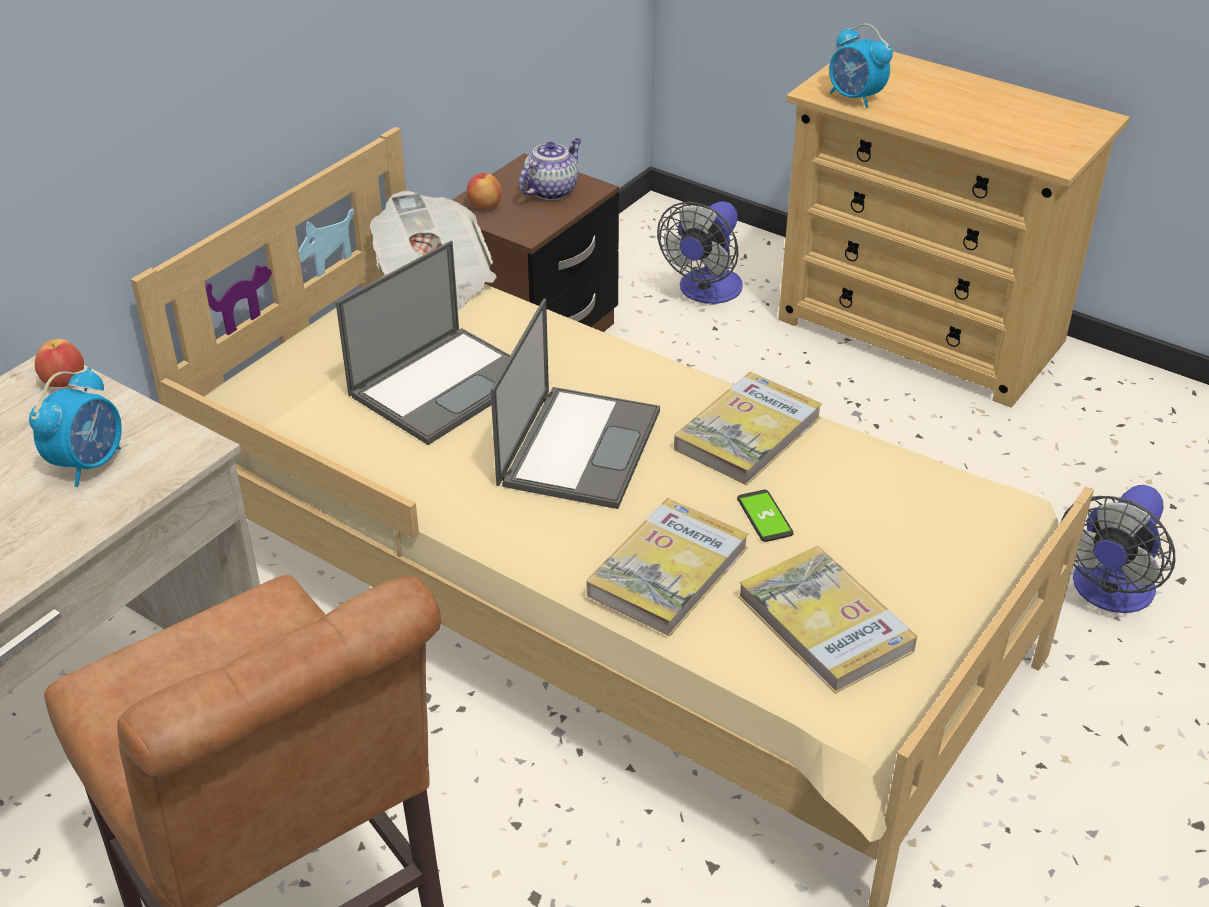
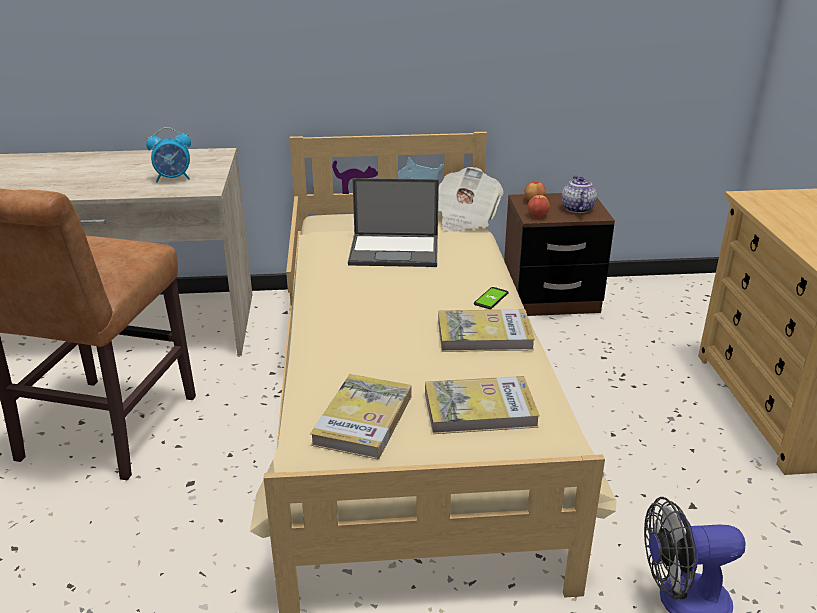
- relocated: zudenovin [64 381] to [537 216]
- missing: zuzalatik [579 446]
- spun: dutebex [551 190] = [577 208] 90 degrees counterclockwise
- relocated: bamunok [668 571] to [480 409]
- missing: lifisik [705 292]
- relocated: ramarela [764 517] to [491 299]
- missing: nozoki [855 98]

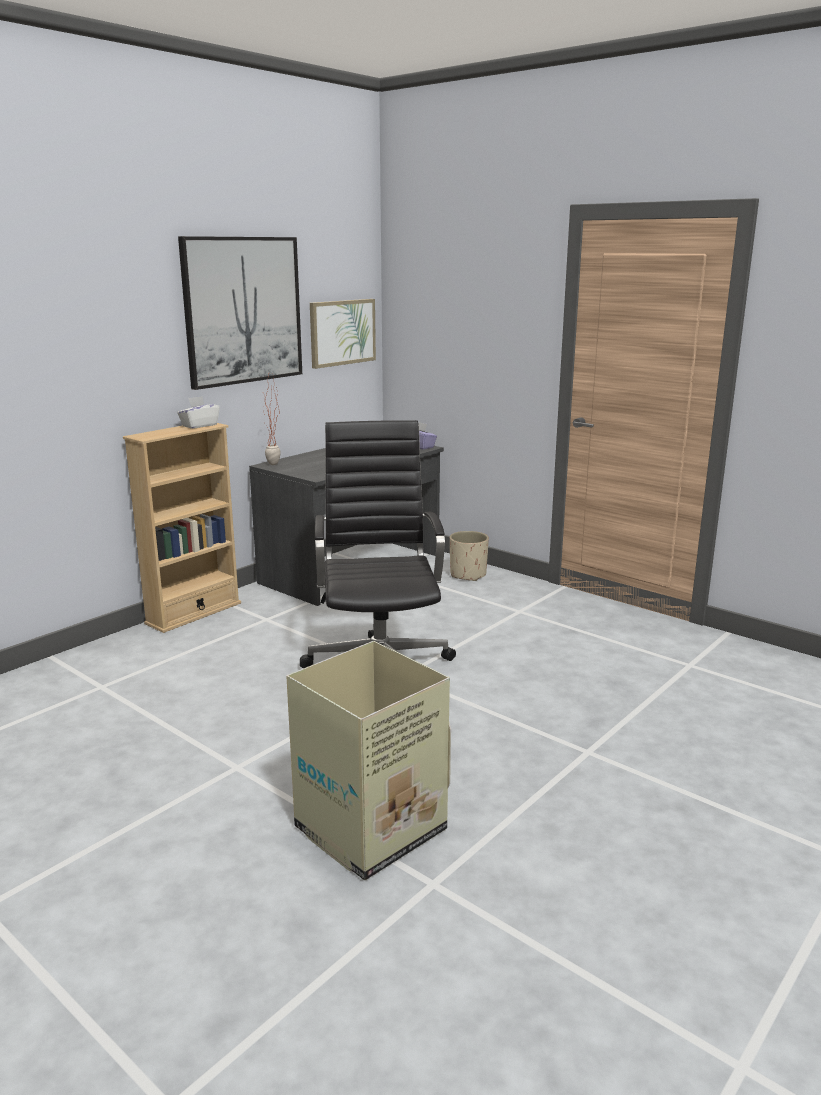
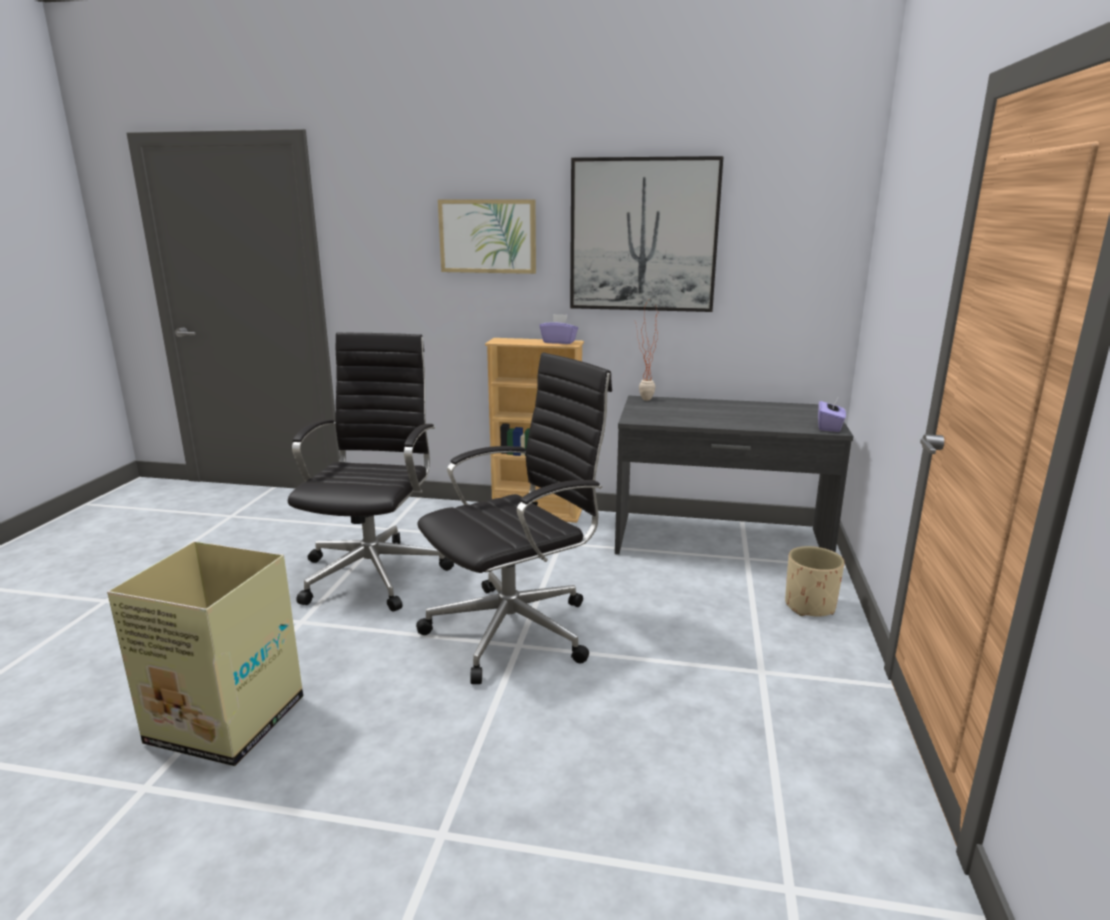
- colour: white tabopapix [199 425] to purple tabopapix [559 342]
- relocated: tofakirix [342 332] to [488 236]
- appeared: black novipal [375 572]

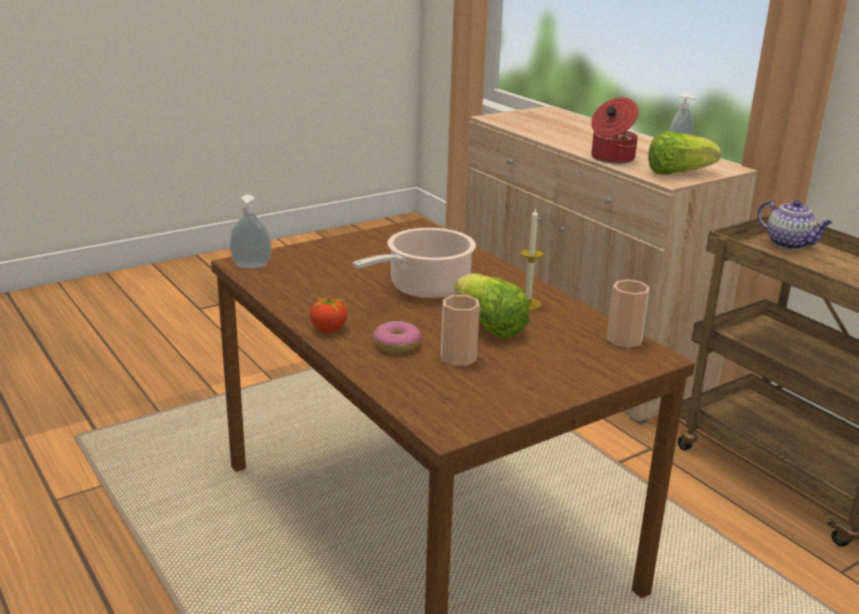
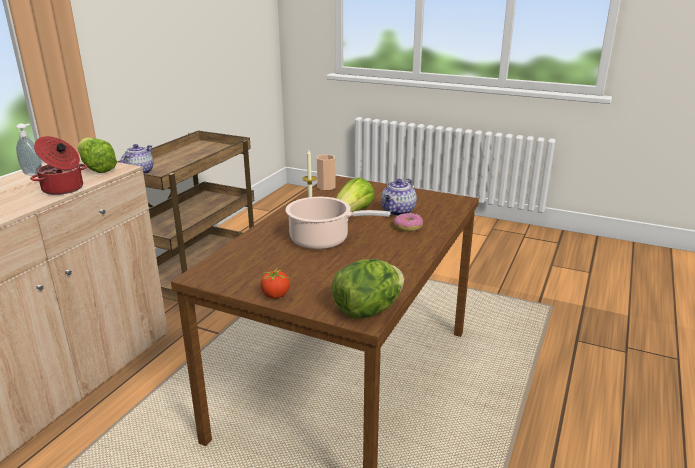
- exchanged: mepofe [251 267] to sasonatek [367 310]
- relocated: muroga [328 329] to [275 295]
- exchanged: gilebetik [458 357] to dutebex [398 212]

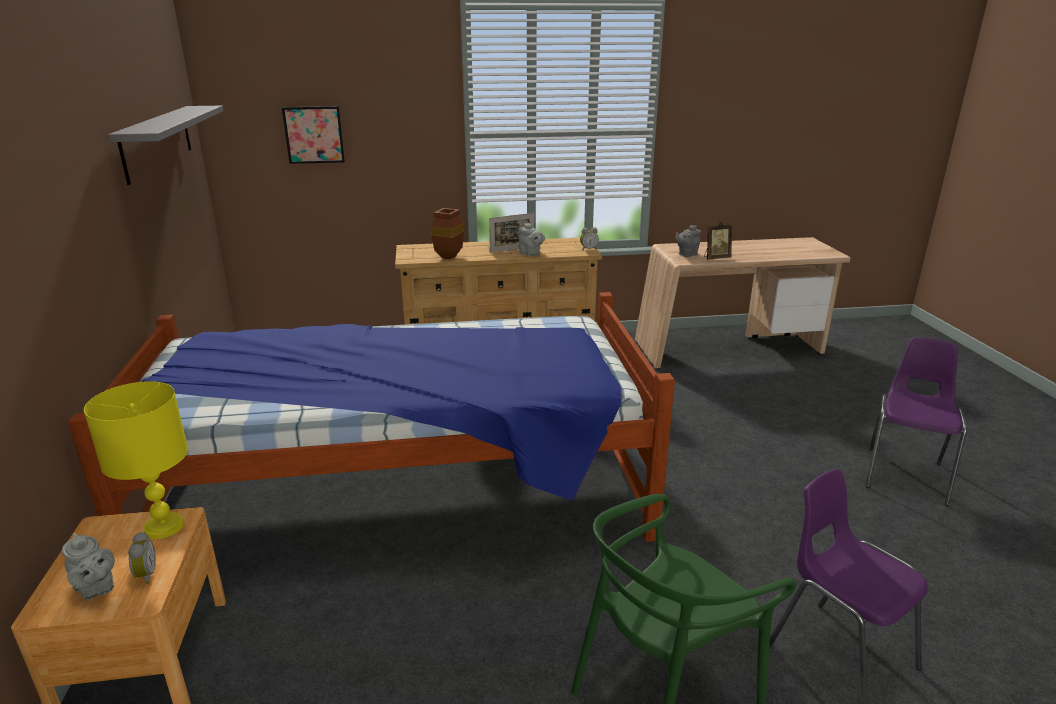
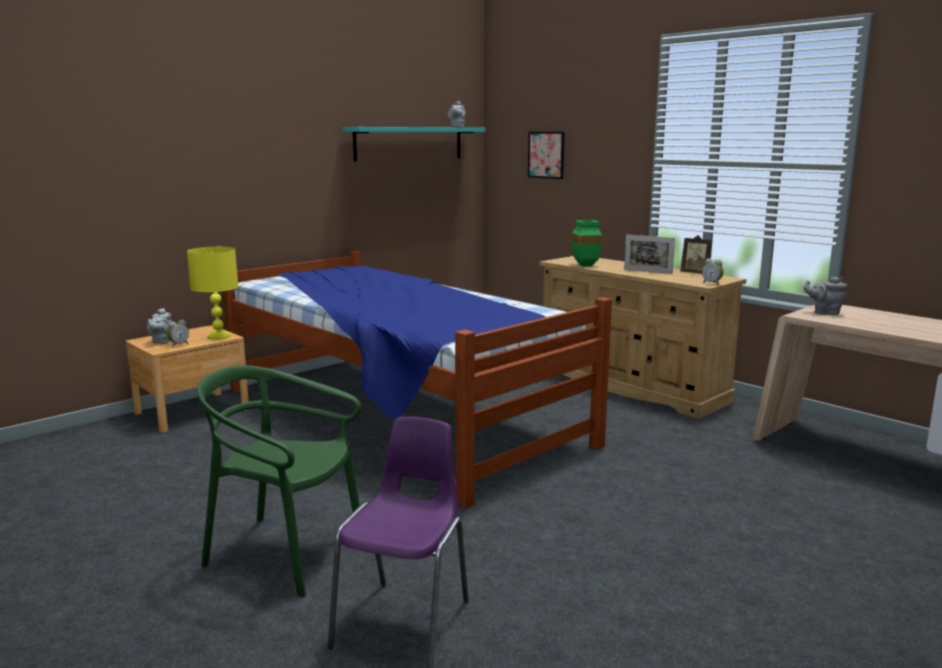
- colour: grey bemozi [157 141] to turquoise bemozi [409 143]
- colour: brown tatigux [449 258] to green tatigux [584 265]
- relocated: grey dutebex [531 254] to [457 127]
- relocated: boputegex [715 258] to [695 273]
- missing: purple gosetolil [905 474]

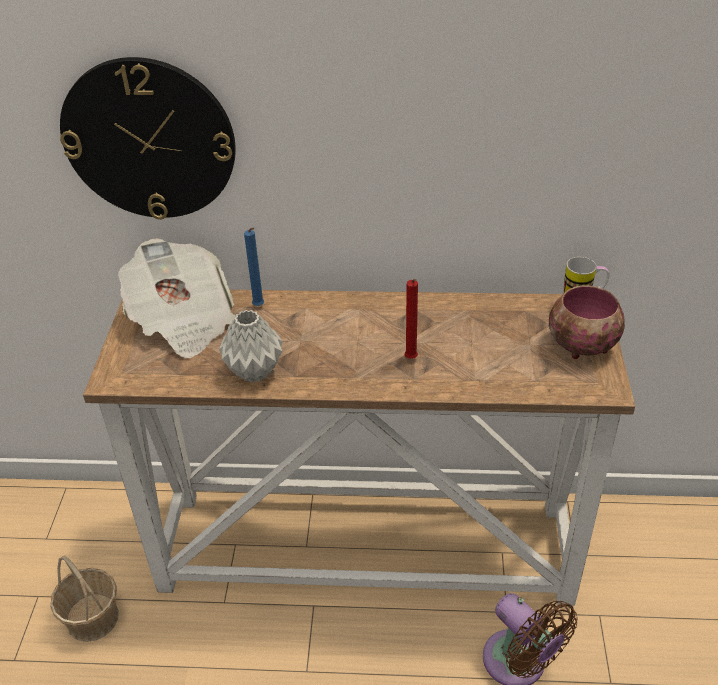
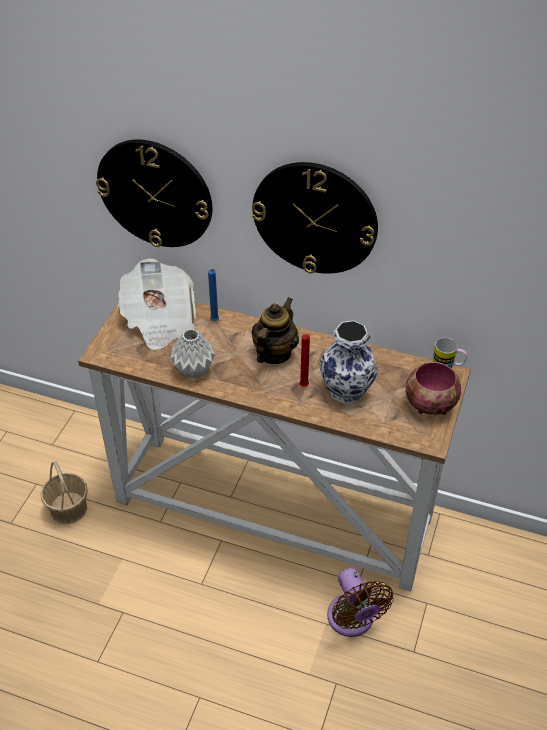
- appeared: dutebex [274 353]
- appeared: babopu [315 218]
- appeared: tatigux [347 390]

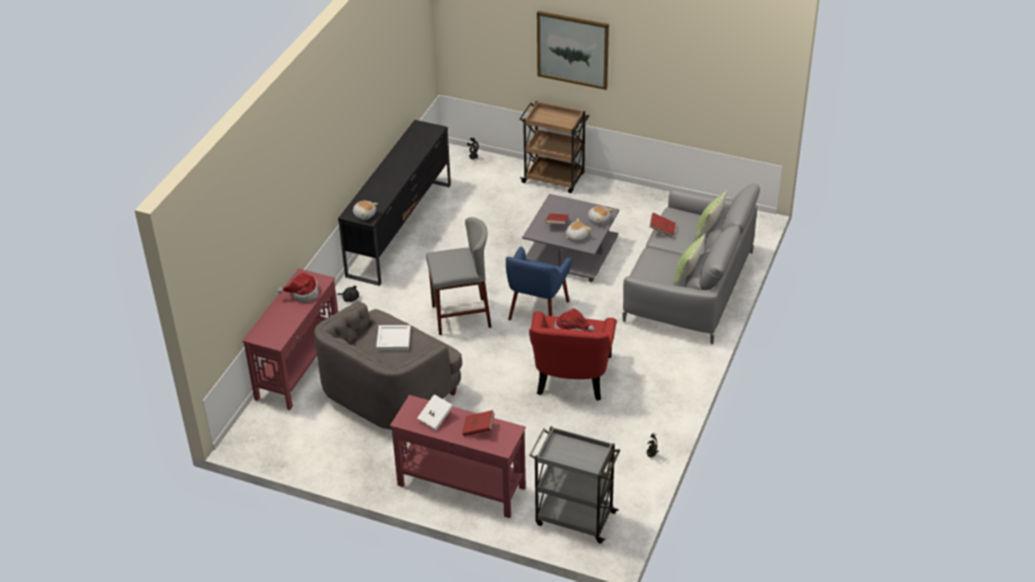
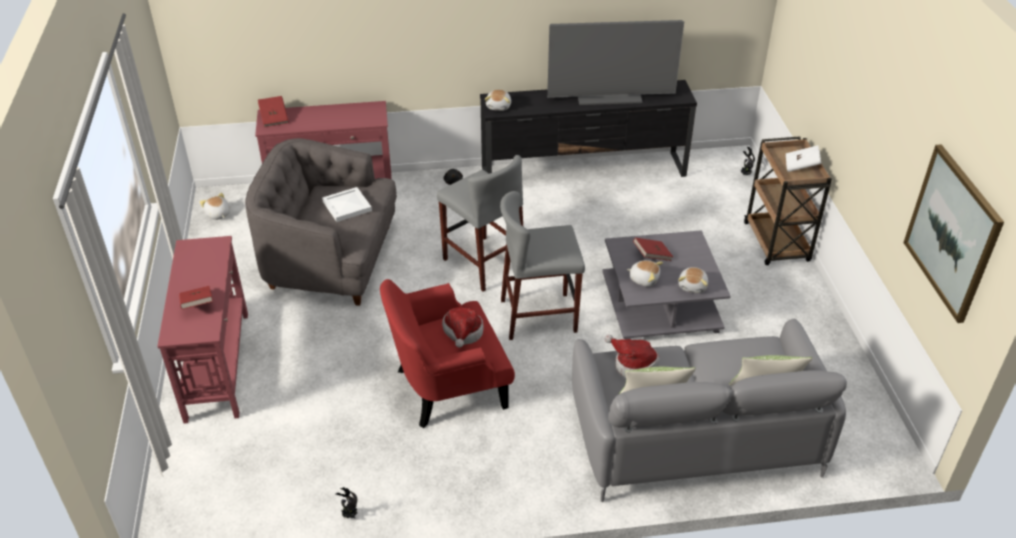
- relocated: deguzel [303 294] to [632 364]
- relocated: white bamunok [435 418] to [801 166]
- exchanged: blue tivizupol [537 310] to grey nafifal [538 316]
- missing: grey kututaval [574 518]
- relocated: tofakirix [573 49] to [952 232]
- relocated: red bamunok [662 230] to [274 118]
- appeared: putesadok [218 214]
- appeared: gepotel [609 95]

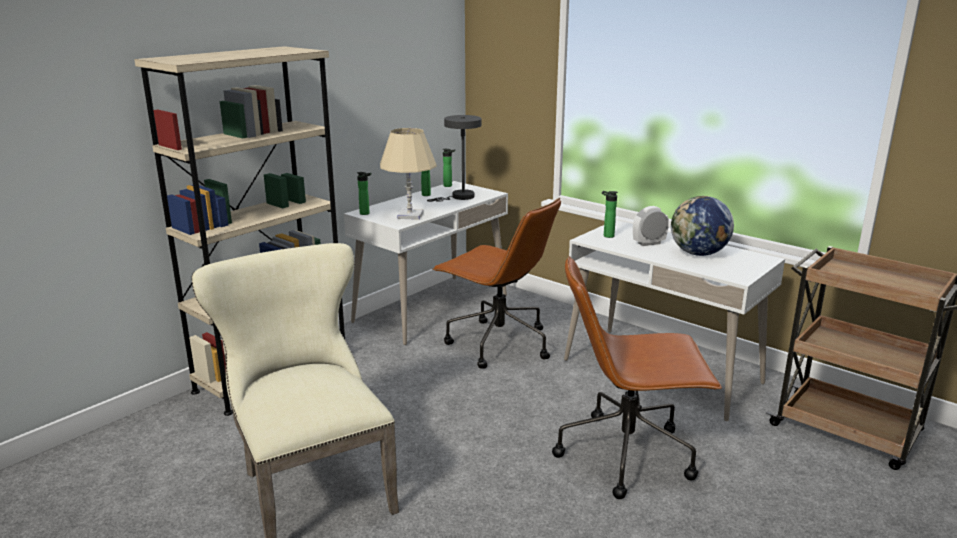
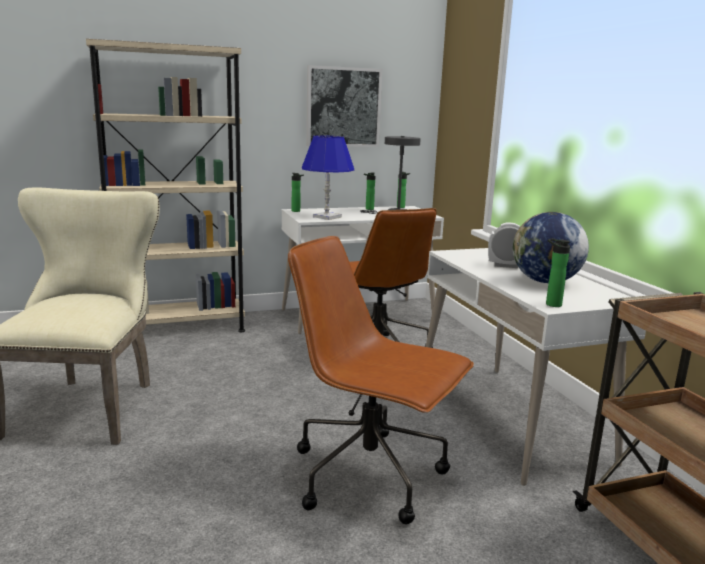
- colour: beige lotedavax [410 215] to blue lotedavax [327 217]
- relocated: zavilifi [607 236] to [551 304]
- appeared: tofakirix [343 107]

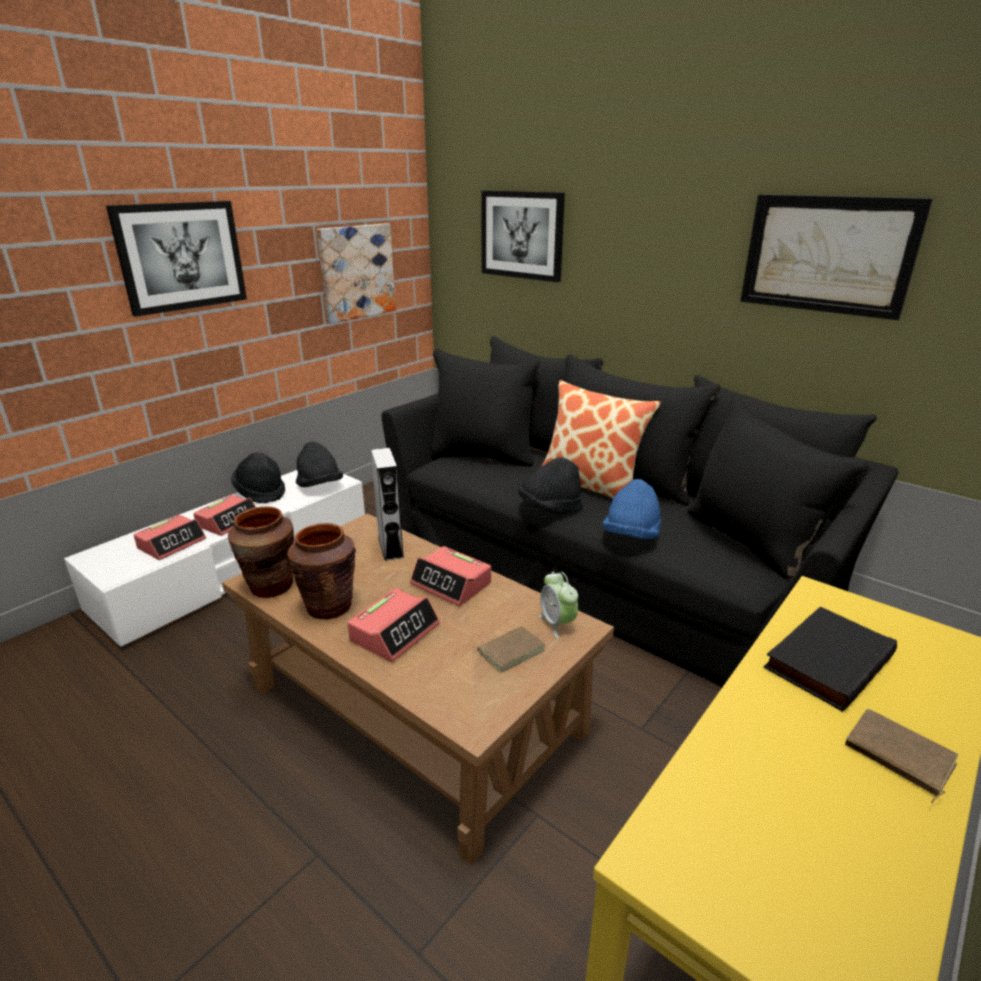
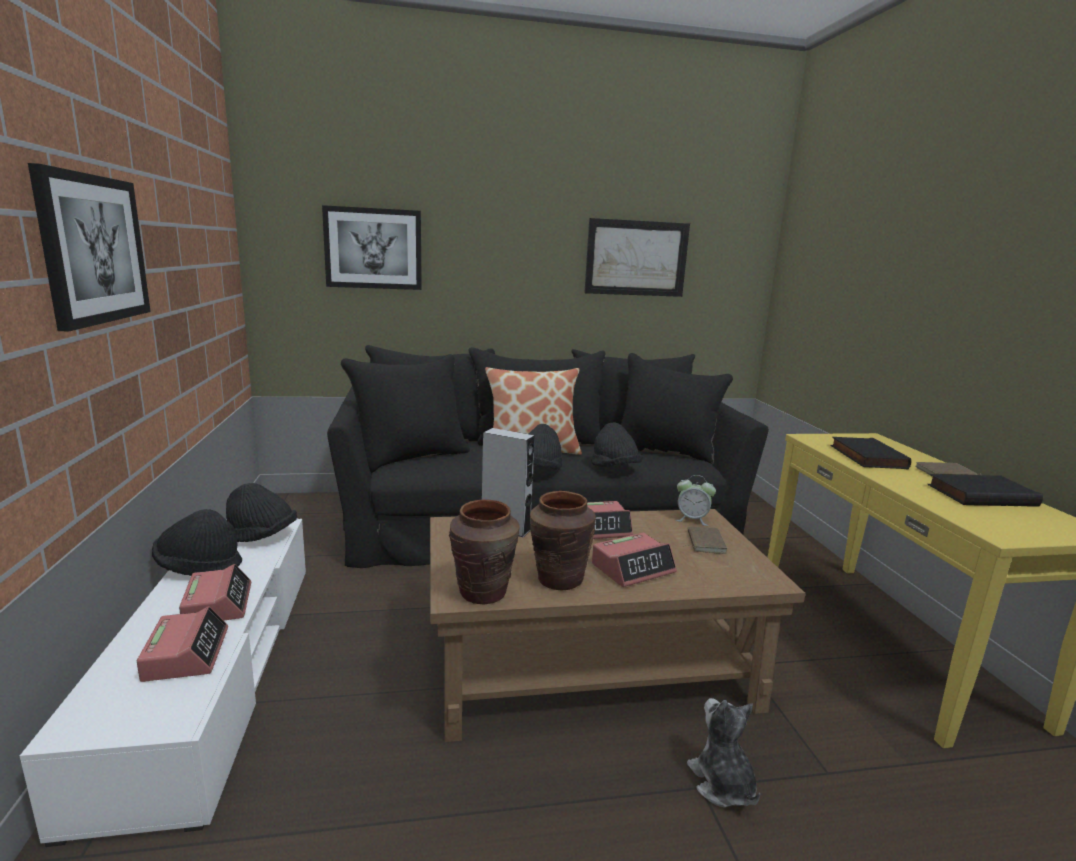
- missing: tofakirix [356 272]
- spun: nozoki [395 632] = [633 568] 75 degrees clockwise
- colour: blue deguzel [631 536] to black deguzel [614 468]
- appeared: putesadok [722 784]
- appeared: black bamunok [980 494]

